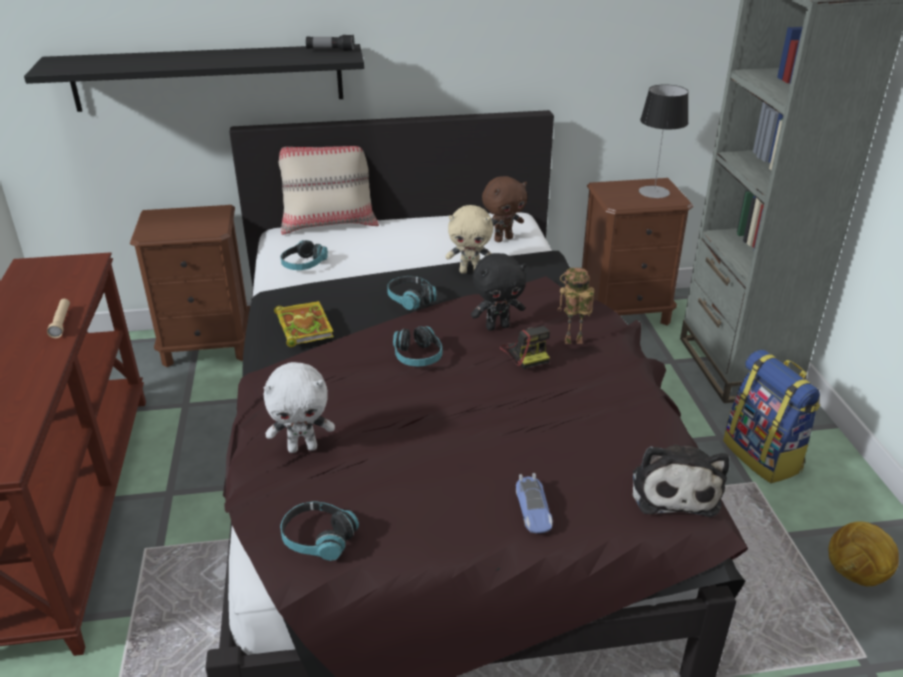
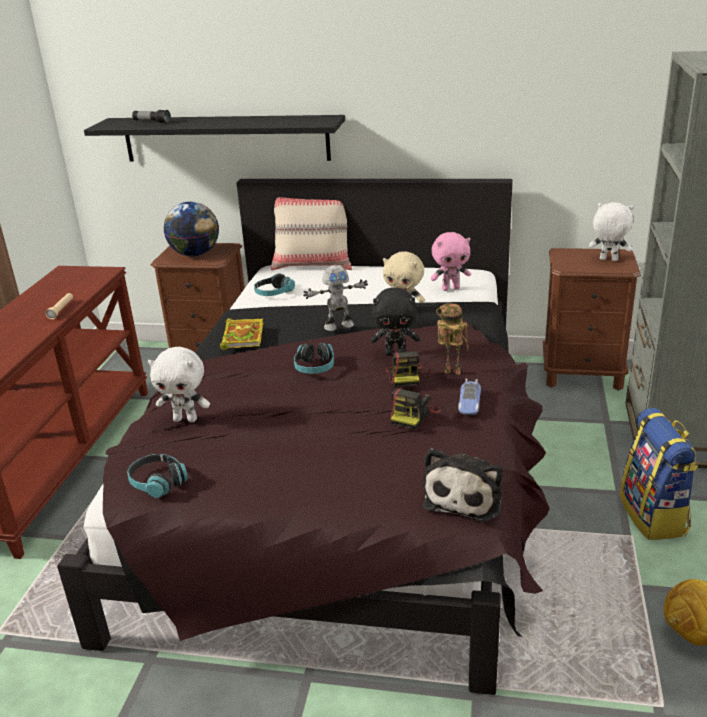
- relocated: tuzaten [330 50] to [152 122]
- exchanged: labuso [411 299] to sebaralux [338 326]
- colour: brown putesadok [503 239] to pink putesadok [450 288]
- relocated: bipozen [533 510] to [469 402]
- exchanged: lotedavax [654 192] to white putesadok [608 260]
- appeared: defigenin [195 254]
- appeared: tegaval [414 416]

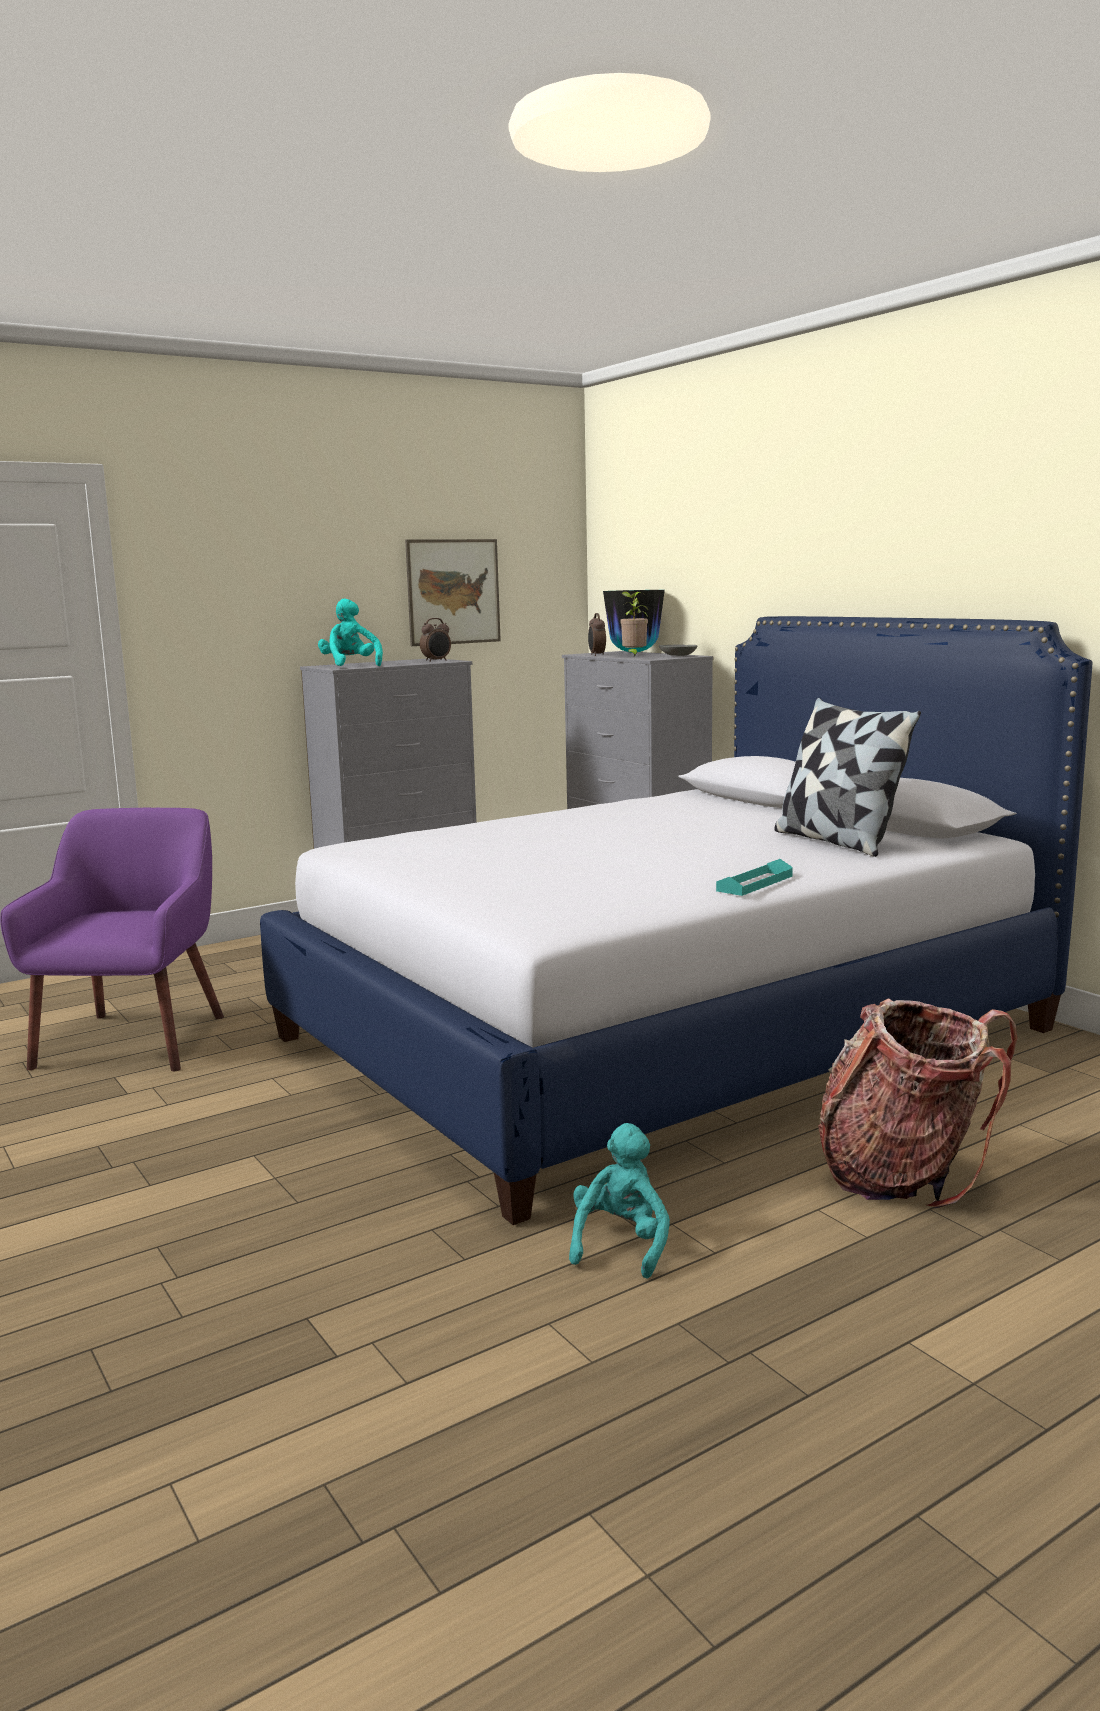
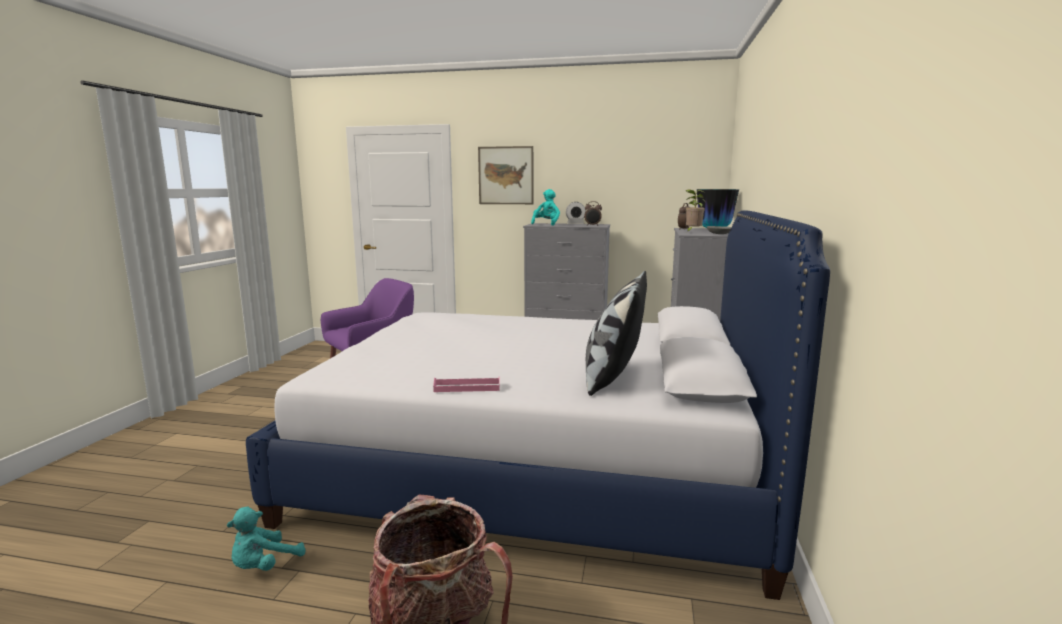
- relocated: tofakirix [453 592] to [506 175]
- spun: turquoise putesadok [621 1244] = [264 565] 150 degrees clockwise
- colour: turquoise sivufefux [755 883] to pink sivufefux [467 387]
- appeared: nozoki [575 224]

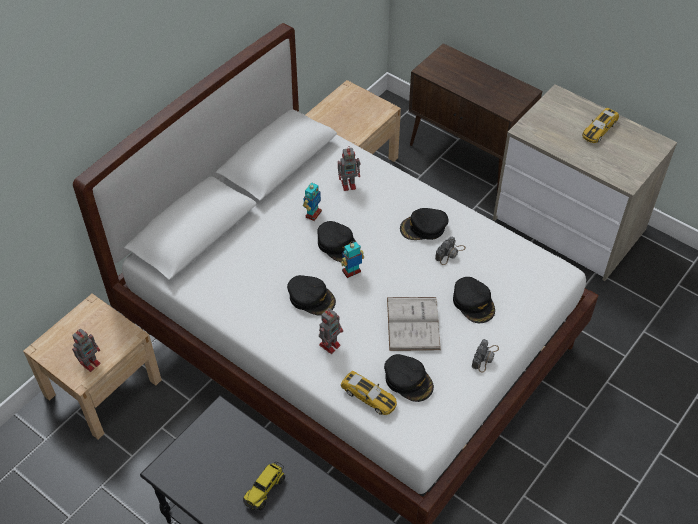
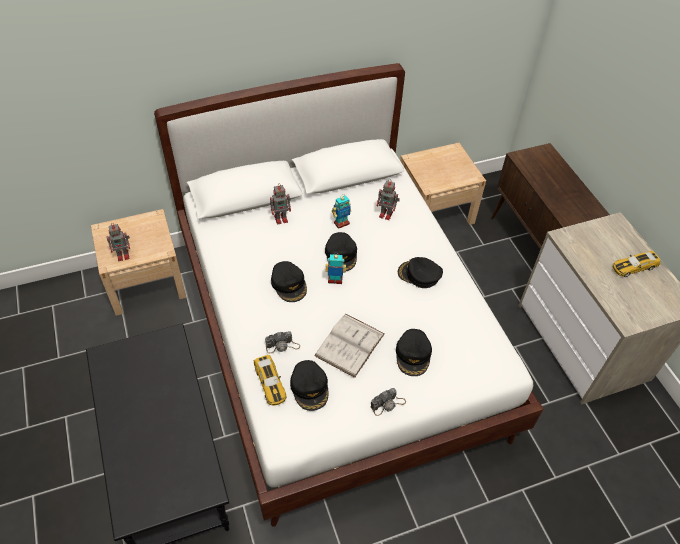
- missing: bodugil [265 489]
- relocated: sebaralux [330 344] to [281 218]
- relocated: tegaval [450 253] to [282 346]

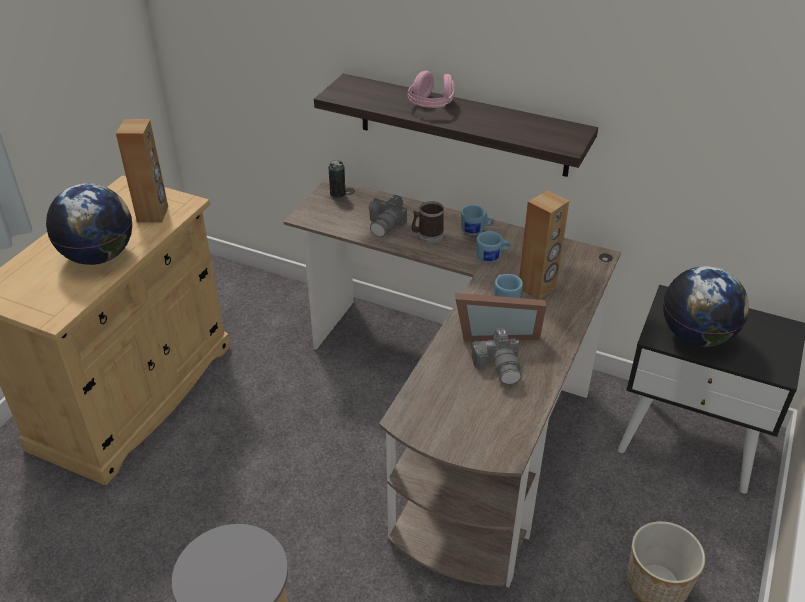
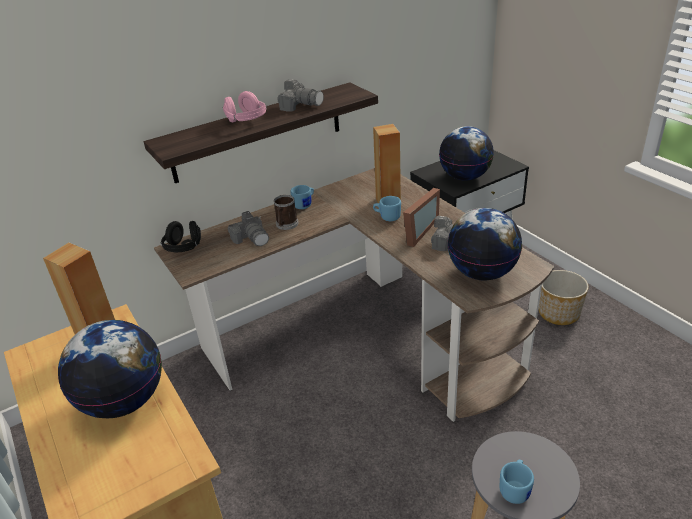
- exchanged: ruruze [337 193] to black labuso [184 248]
- relocated: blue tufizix [492 257] to [516 488]
- appeared: tegaval [300 105]
- appeared: defigenin [482 273]

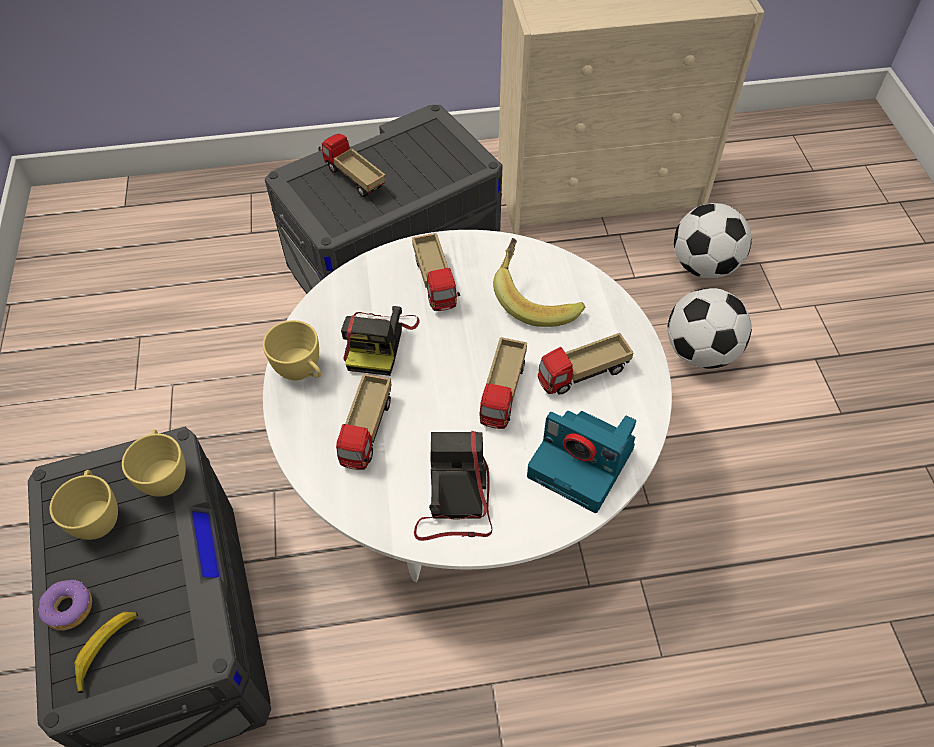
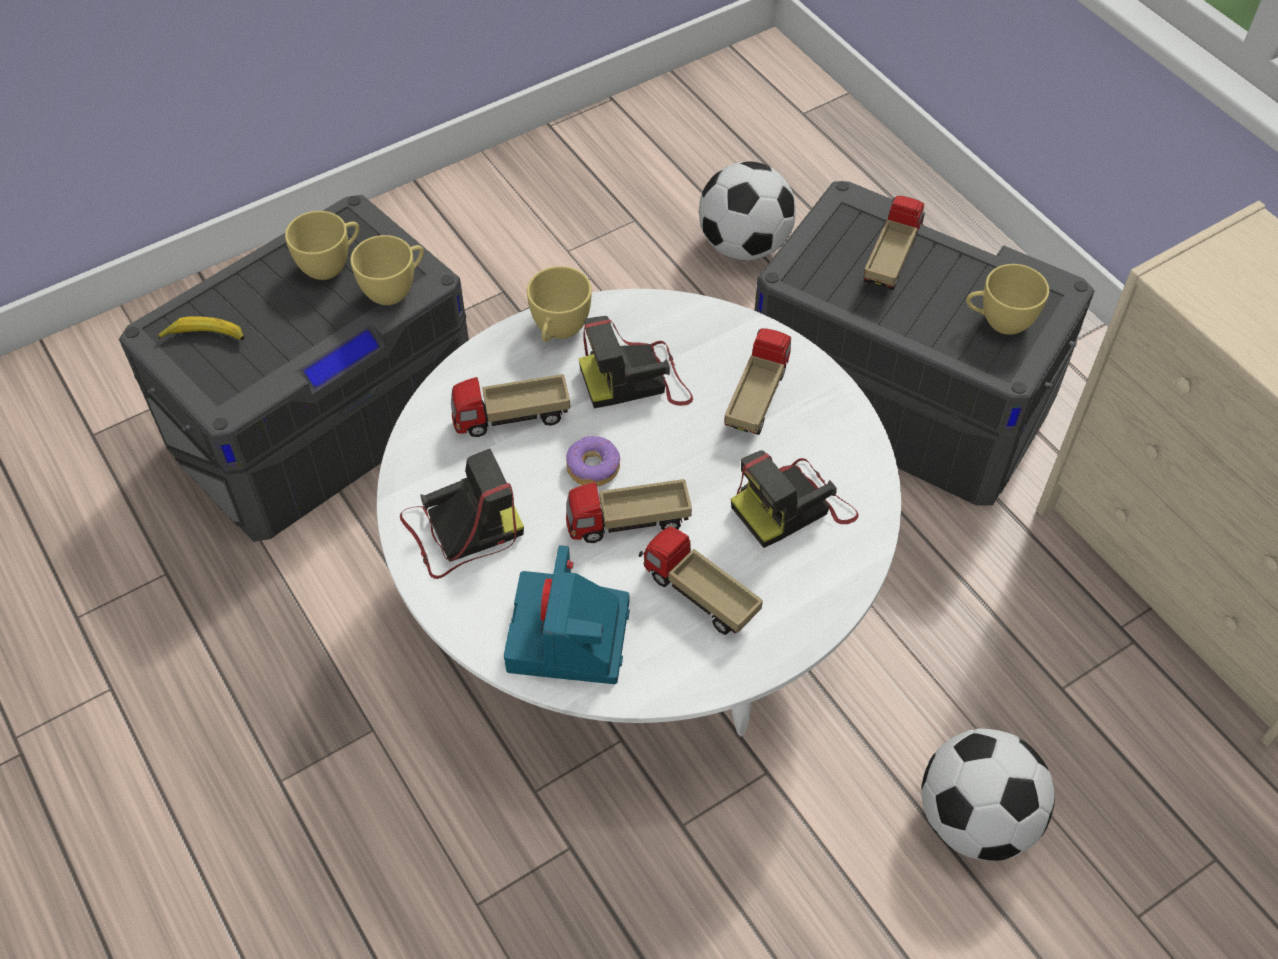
- relocated: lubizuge [68 608] to [593 467]
- spun: bodugil [436 282] = [756 398] 150 degrees clockwise
- exchanged: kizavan [535 298] to tegaval [793 506]
- relocated: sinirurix [704 266] to [744 245]
- appeared: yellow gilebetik [998 322]

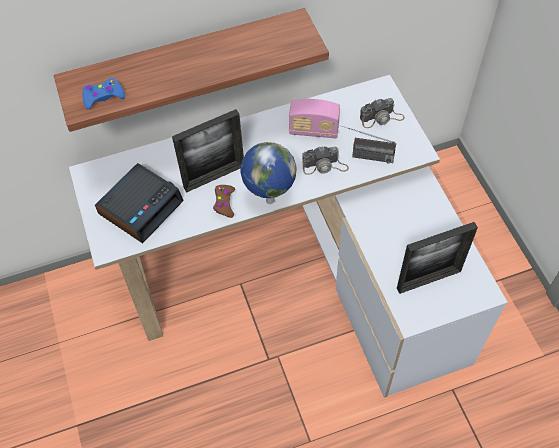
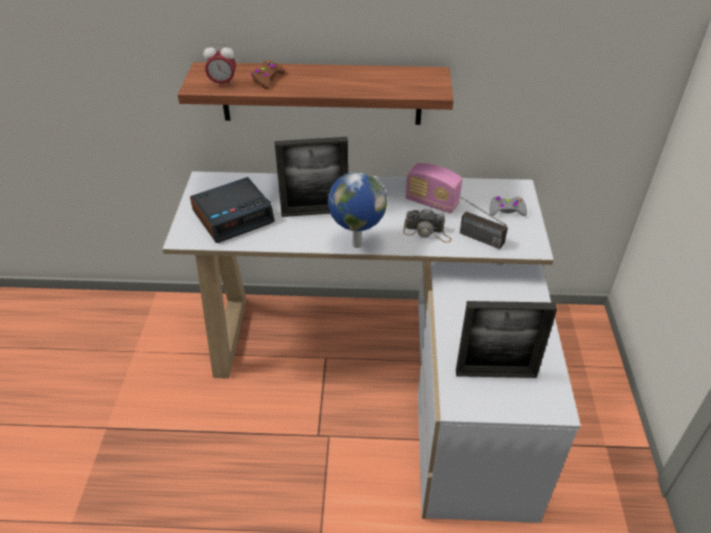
- exchanged: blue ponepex [103 97] to nozoki [223 83]
- relocated: brown ponepex [224 203] to [268 79]
- exchanged: tegaval [381 118] to grey ponepex [506 210]

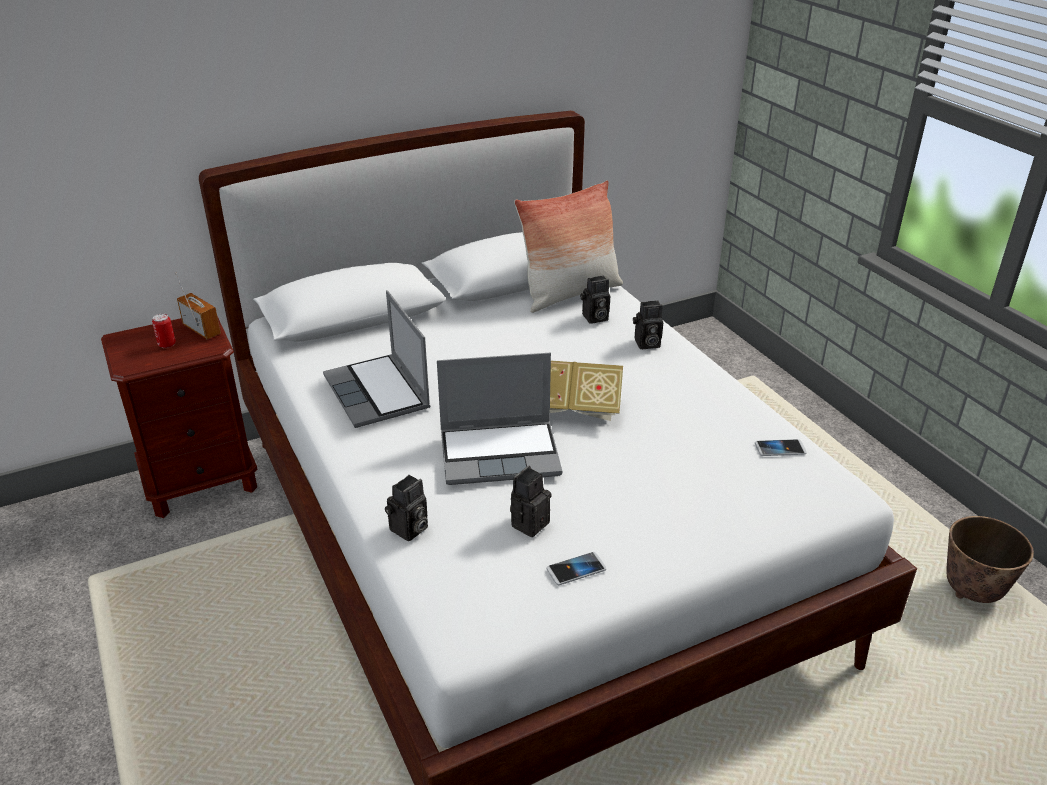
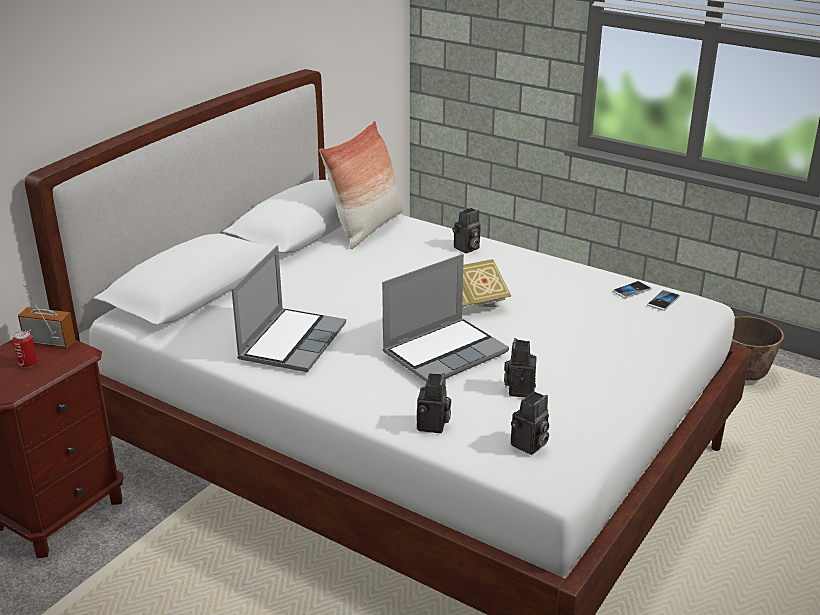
- spun: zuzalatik [378 393] = [292 341] 105 degrees counterclockwise
- relocated: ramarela [576 569] to [663 301]
- relocated: tegaval [594 318] to [529 445]

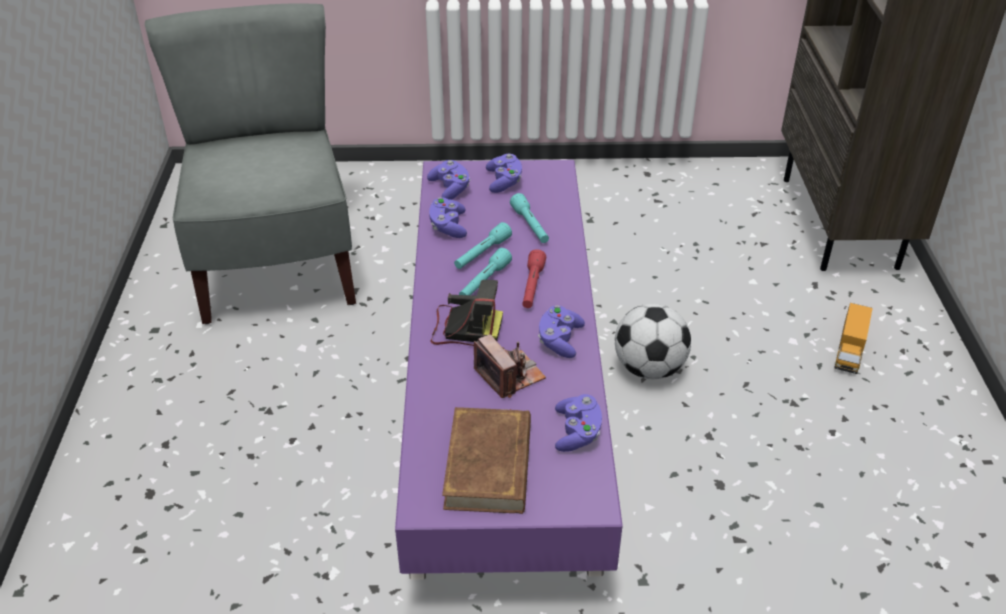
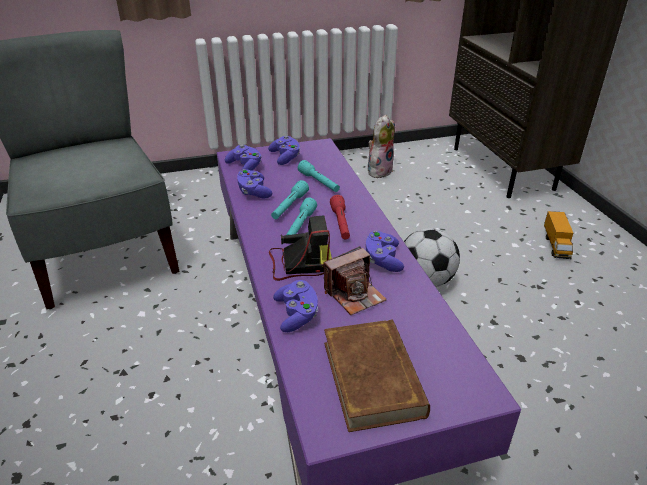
- spun: tegaval [509 375] = [354 294] 105 degrees clockwise
- relocated: purple ponepex [577 433] to [296 314]
- appeared: putesadok [379 170]

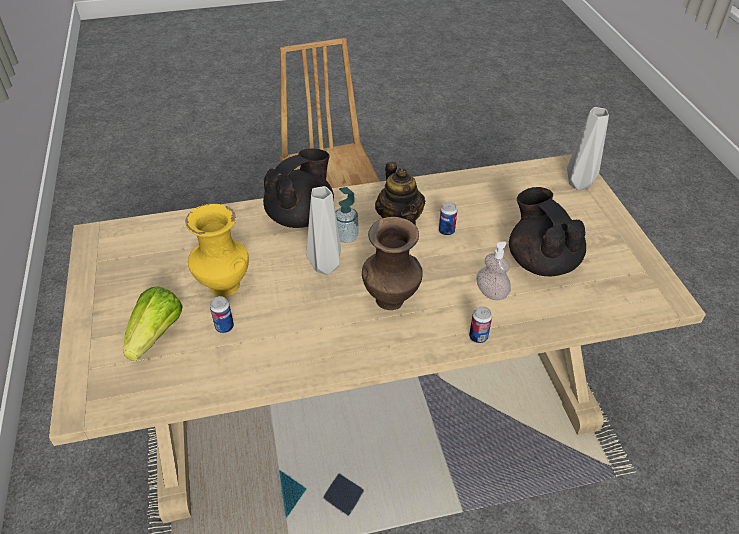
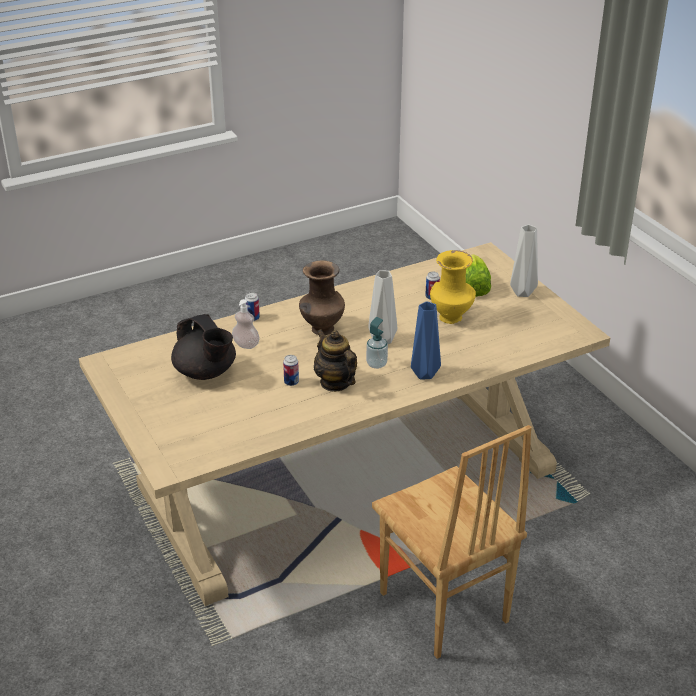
- exchanged: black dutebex [301 216] to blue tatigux [425 373]
- relocated: grey tatigux [579 183] to [522 293]

